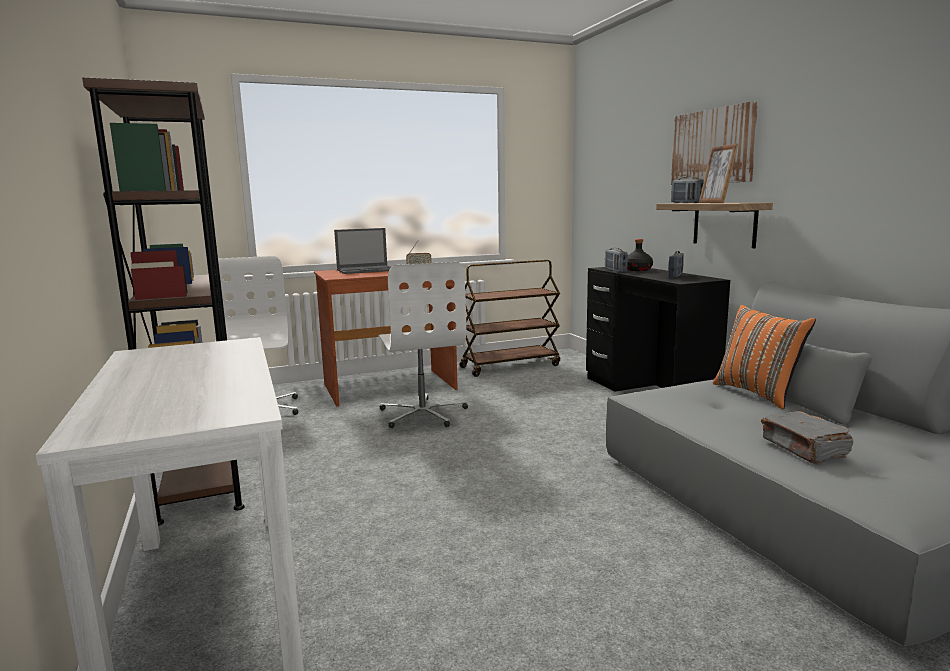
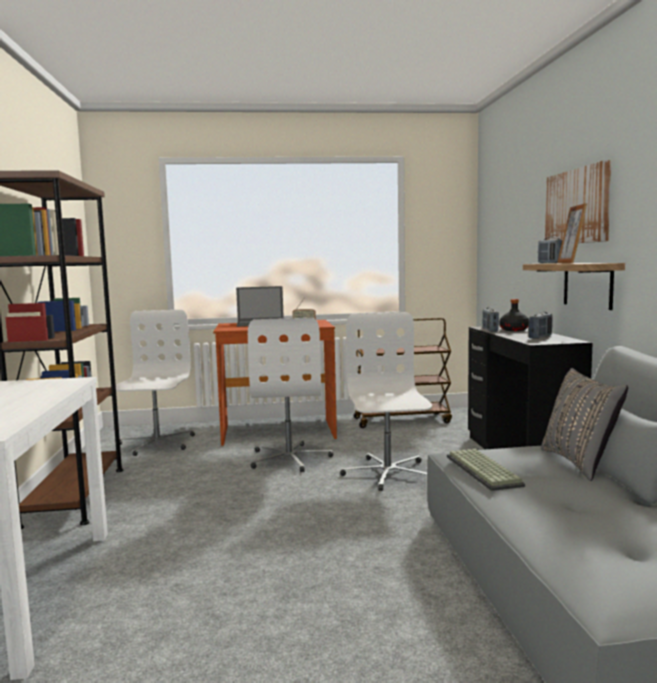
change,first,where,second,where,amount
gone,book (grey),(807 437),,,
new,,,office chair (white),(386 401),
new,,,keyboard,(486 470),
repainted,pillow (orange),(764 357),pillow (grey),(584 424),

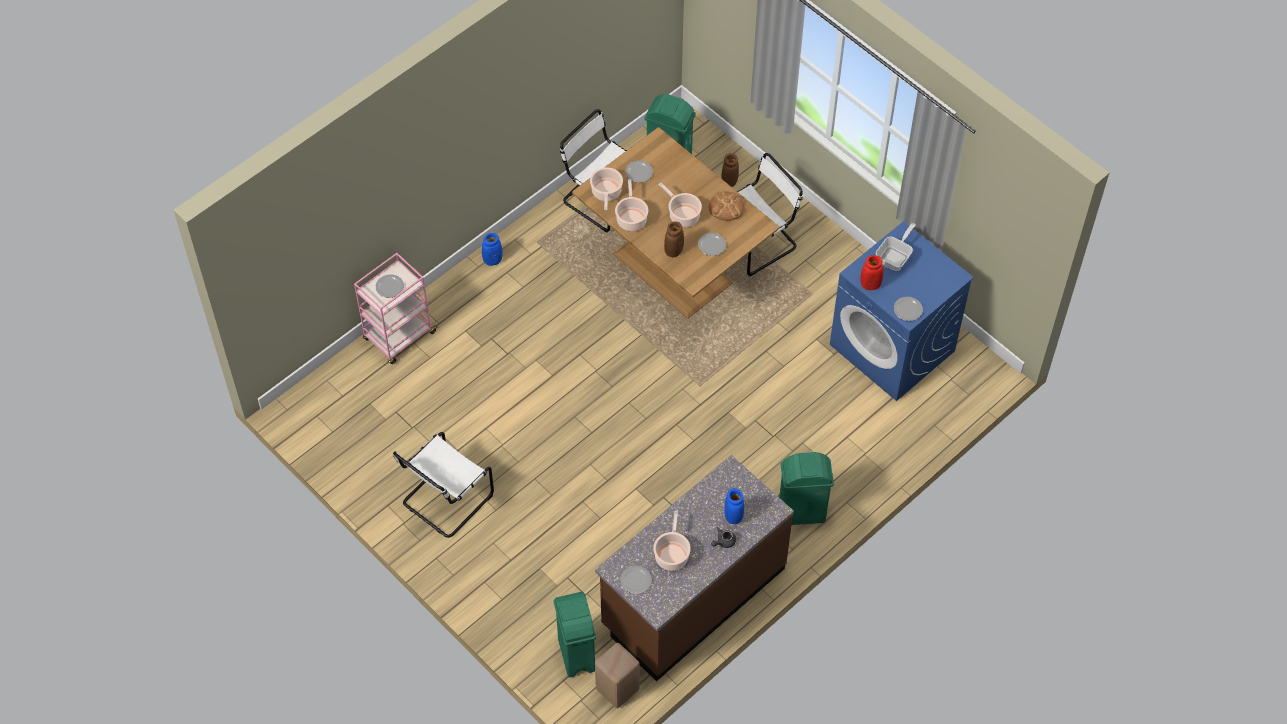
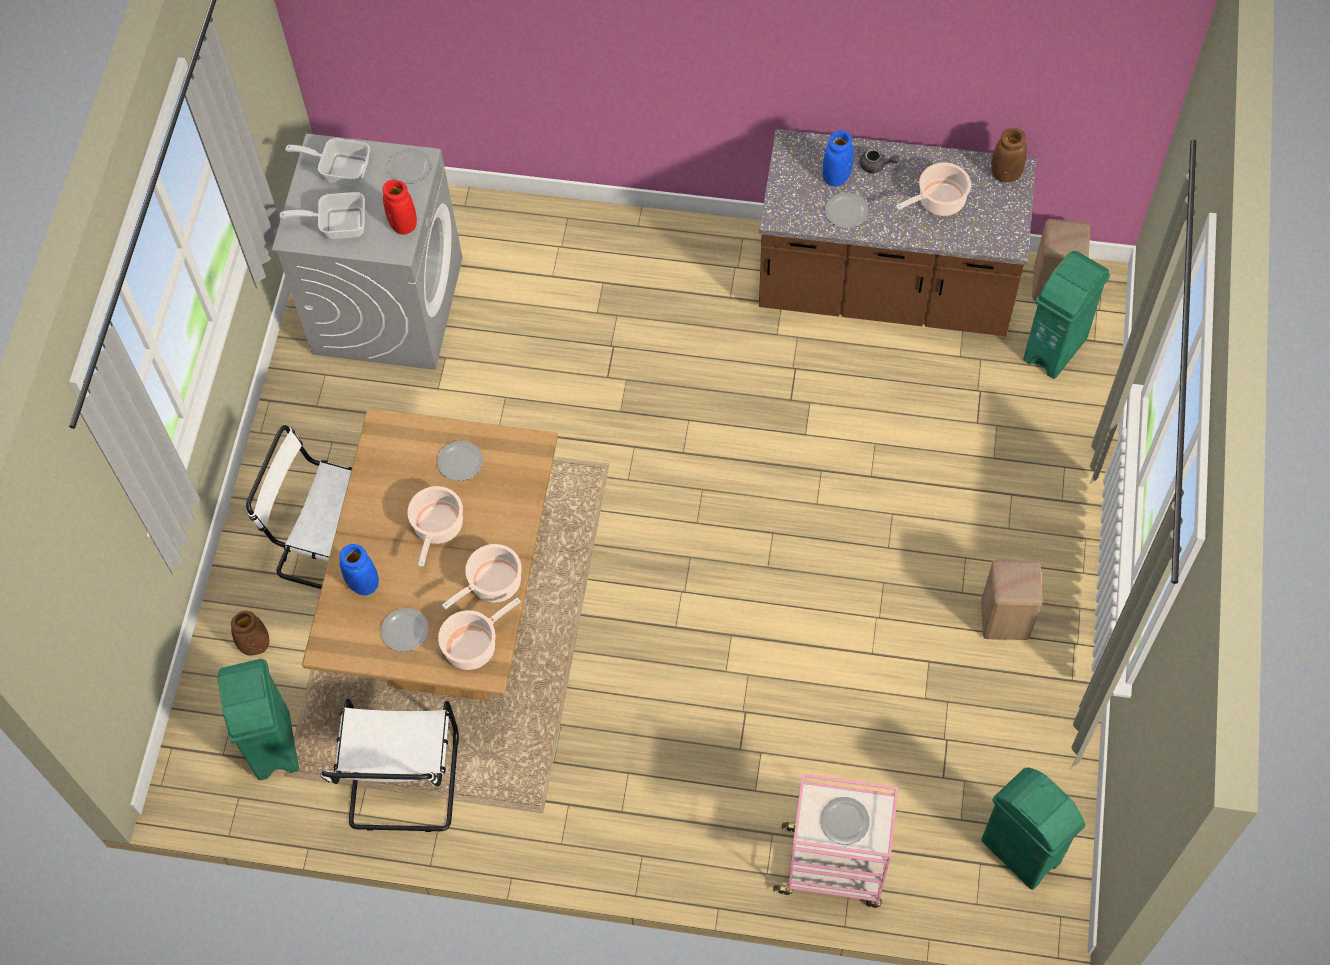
change,first,where,second,where,amount
gone,bread,(726 206),,,
new,,,frying pan,(327 162),
shifted,vase (blue),(492 249),,(359 569),
shifted,plate,(636 580),,(846 210),
shifted,vase (brown),(674 239),,(1009 155),
shifted,trash can (green),(806 488),,(1033 828),
swapped,chair (white),(443 485),stool (beige),(1012 600),
repainted,washing machine (blue),(902 311),washing machine (grey),(367 252),

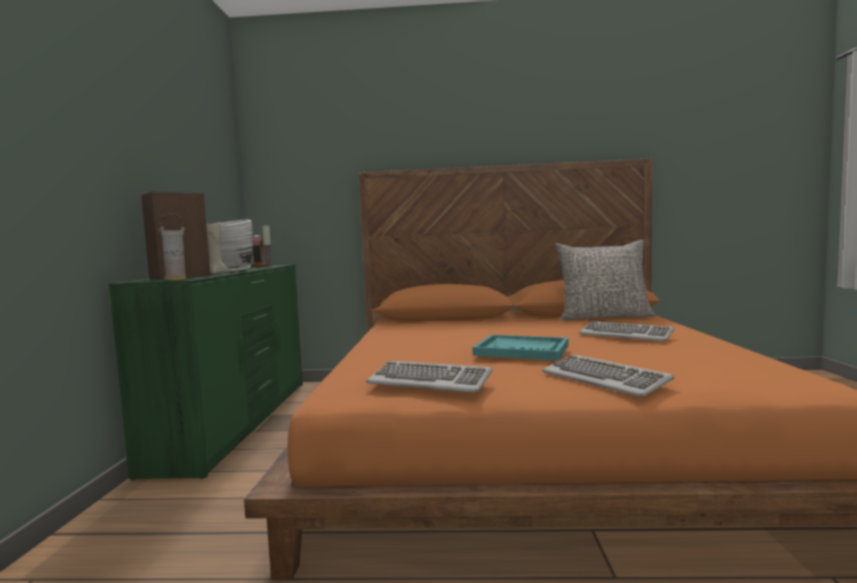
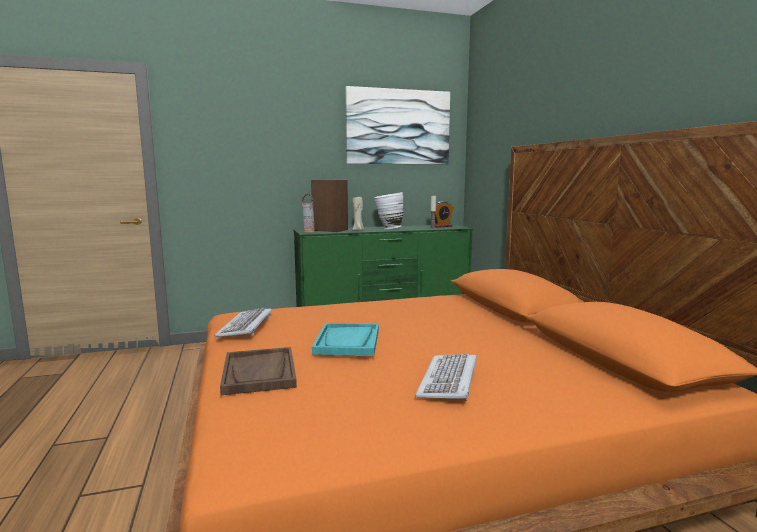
change,first,where,second,where,amount
gone,pillow (grey),(605 280),,,
new,,,picture,(397 125),
swapped,keyboard,(608 376),tray (brown),(258 371),

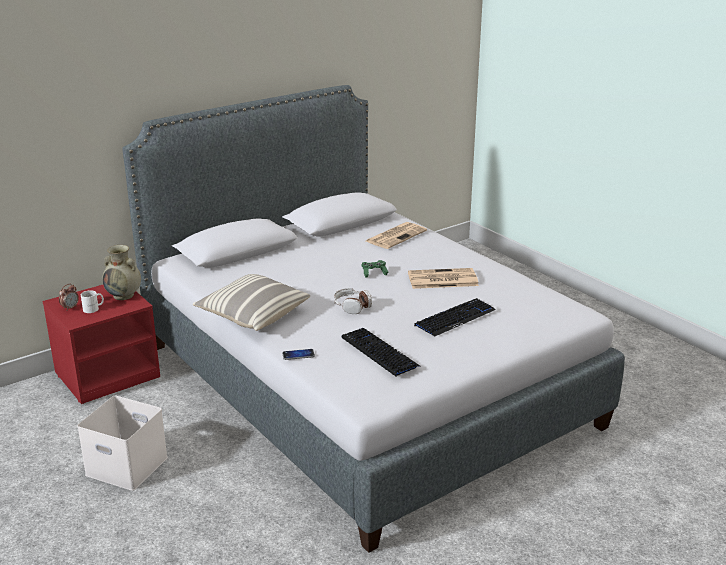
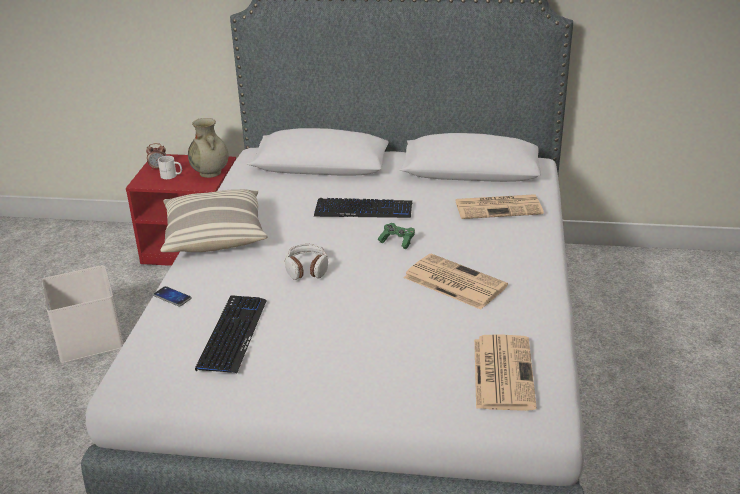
change,first,where,second,where,amount
new,,,newspaper,(505 372),
shifted,keyboard,(454 317),,(363 208),

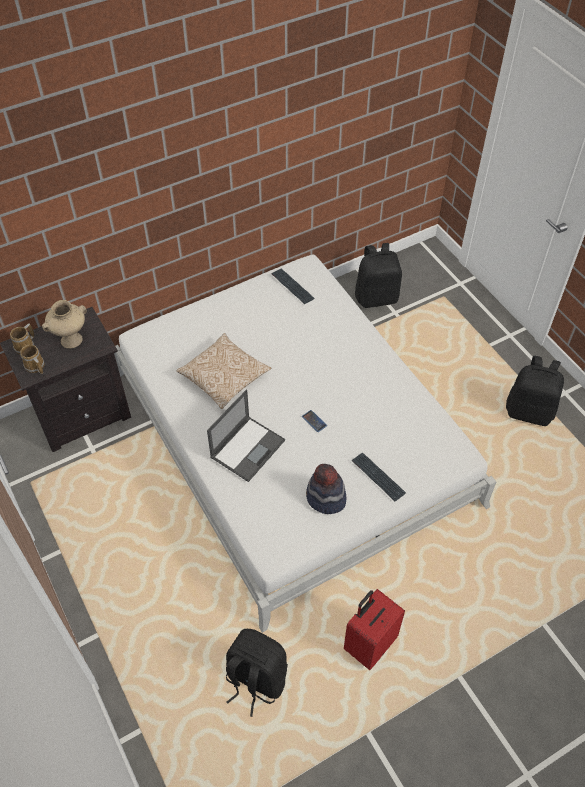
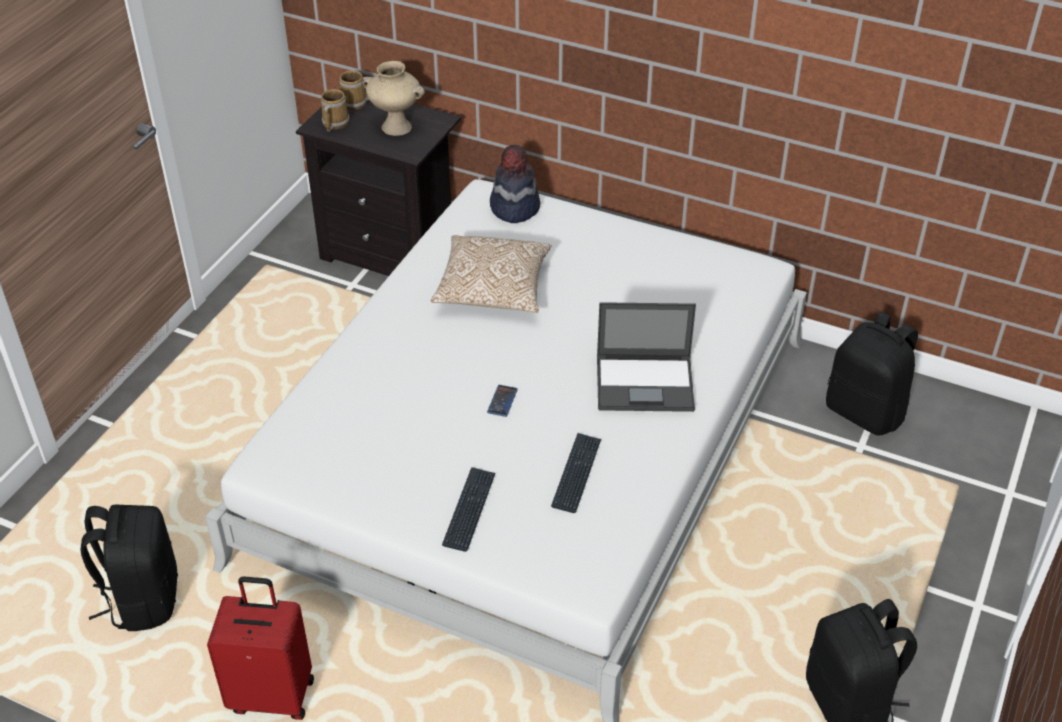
change,first,where,second,where,amount
shifted,laptop,(246 435),,(646 357),
shifted,keyboard,(292 286),,(576 473),
shifted,hat,(326 489),,(515 184),

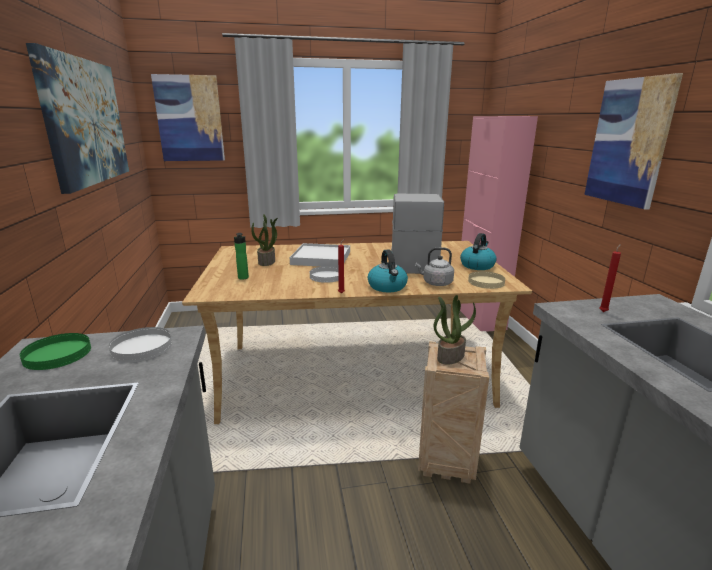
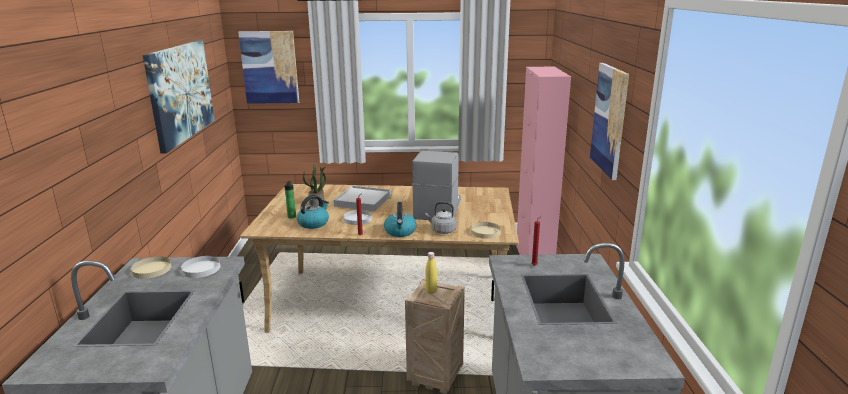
change,first,where,second,where,amount
shifted,kettle,(478 251),,(313 212),
swapped,potted plant,(455 330),bottle (yellow),(431 273),
repainted,plate (green),(55 351),plate (beige),(151 267),

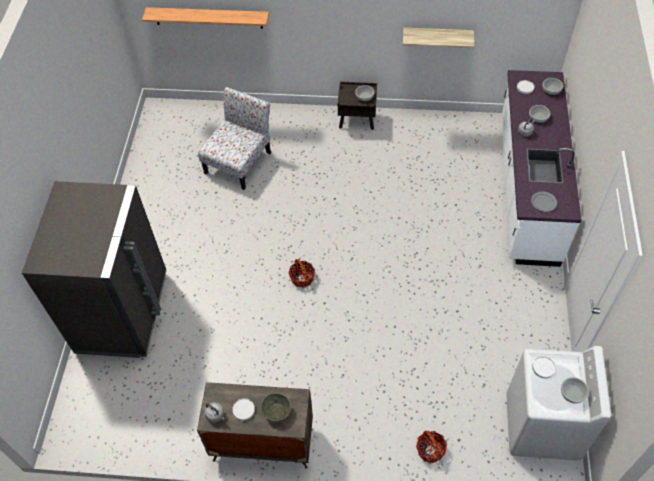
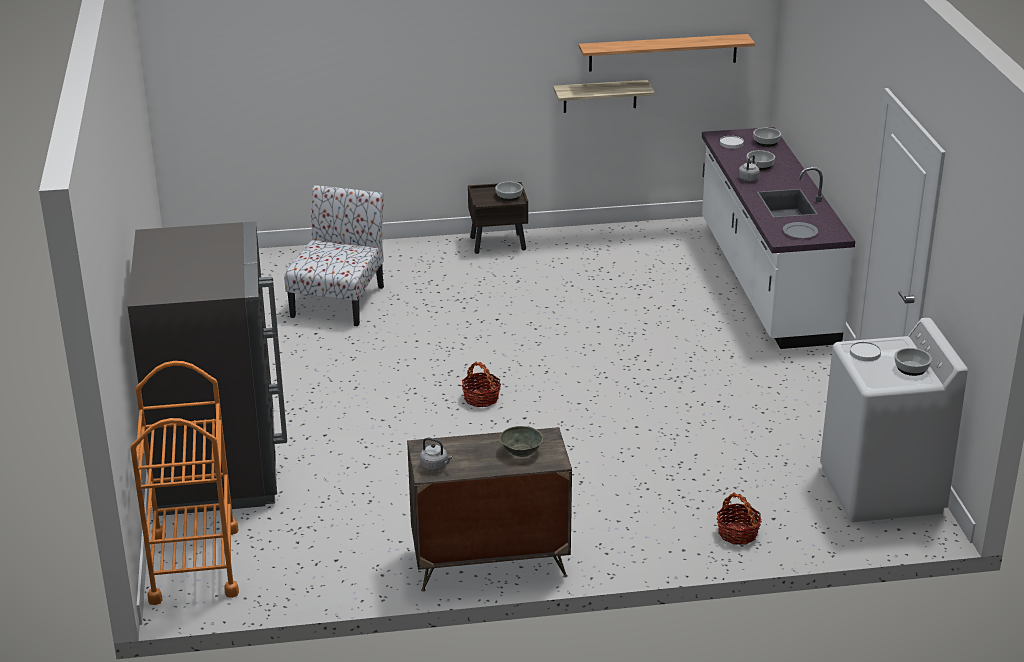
change,first,where,second,where,amount
gone,plate (white),(243 409),,,
new,,,cart (orange),(184 483),
shifted,shelf,(205 18),,(667 52),

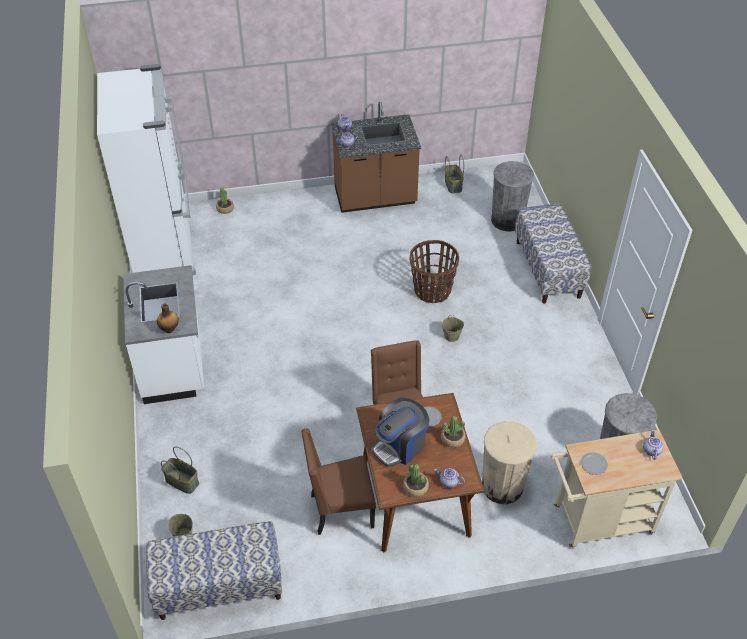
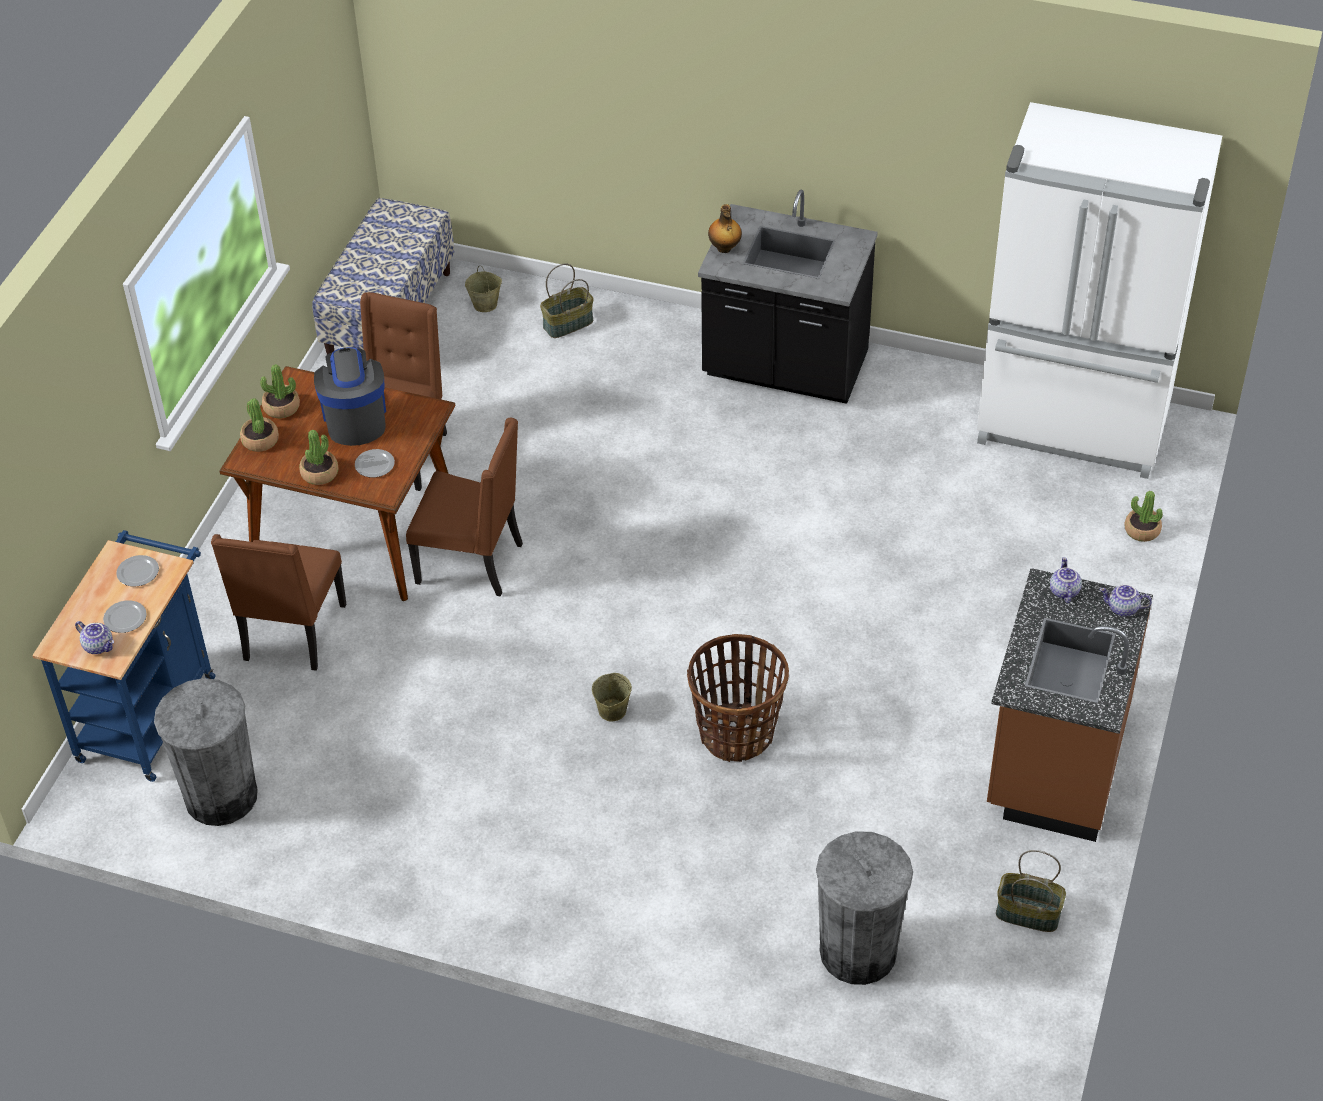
change,first,where,second,where,amount
gone,bench,(553 253),,,
new,,,plate,(125 616),
swapped,teapot,(449 478),potted plant,(259 425),
swapped,trash can (beige),(509 462),chair (brown),(278 602),
repainted,counter (white),(163 334),counter (black),(788 297),
repainted,cart (beige),(617 489),cart (blue),(124 656),

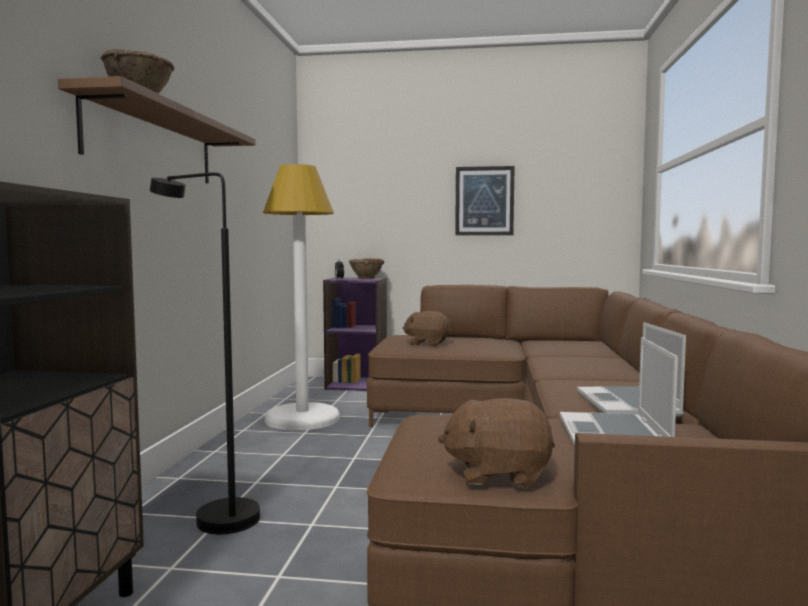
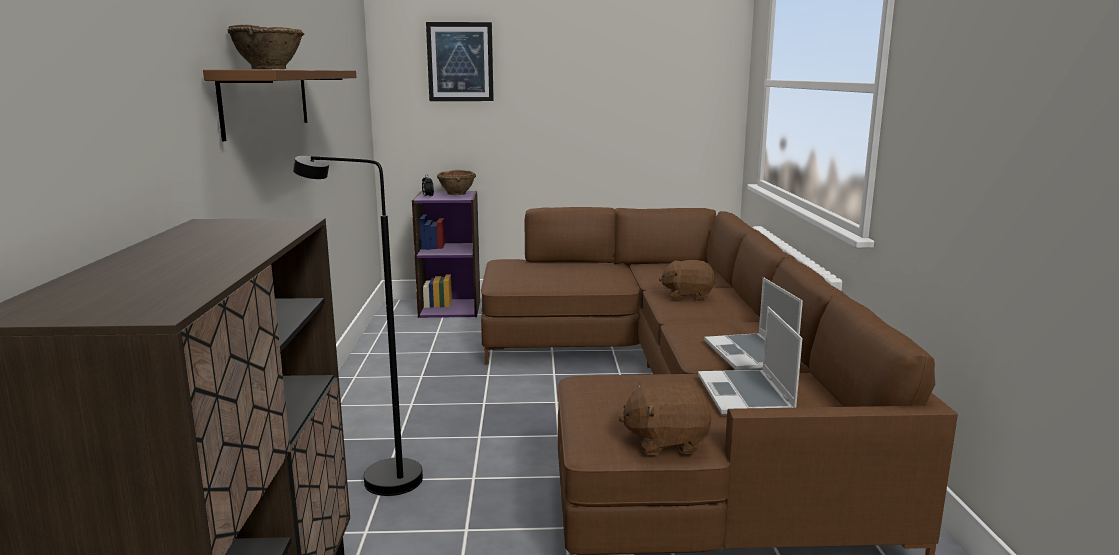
change,first,where,second,where,amount
gone,floor lamp (white),(301 297),,,
shifted,plush toy (brown),(426 328),,(687 280),
shifted,picture,(485 200),,(460 61),

